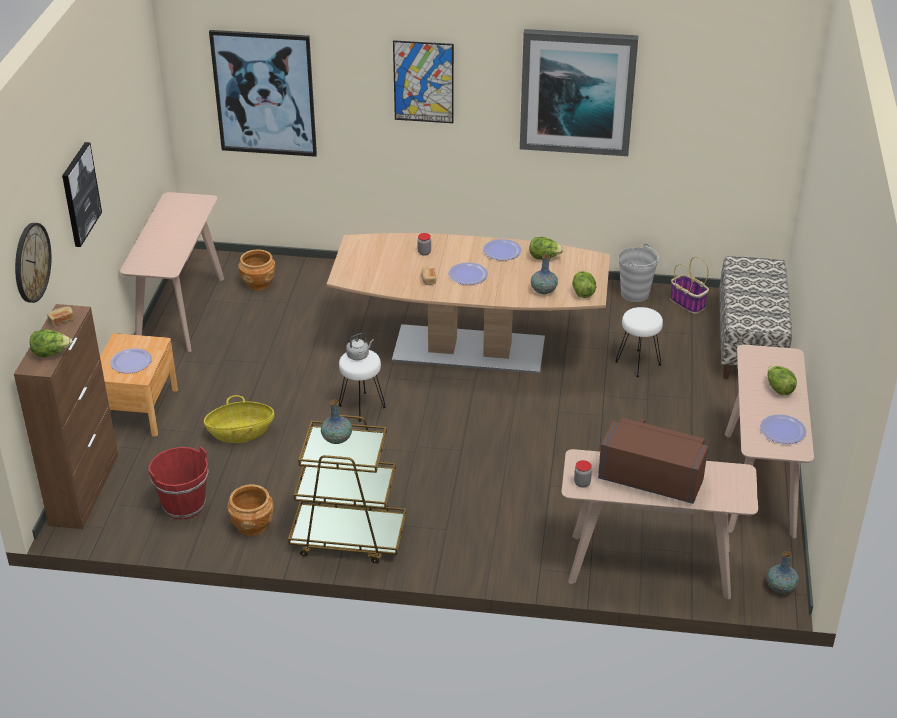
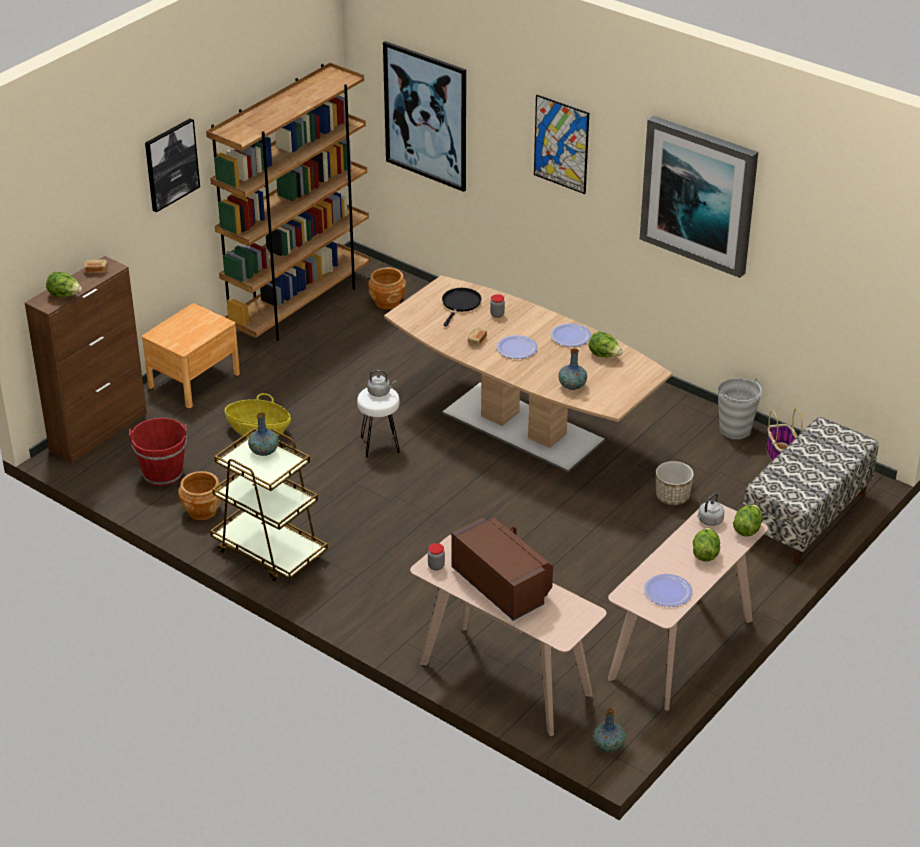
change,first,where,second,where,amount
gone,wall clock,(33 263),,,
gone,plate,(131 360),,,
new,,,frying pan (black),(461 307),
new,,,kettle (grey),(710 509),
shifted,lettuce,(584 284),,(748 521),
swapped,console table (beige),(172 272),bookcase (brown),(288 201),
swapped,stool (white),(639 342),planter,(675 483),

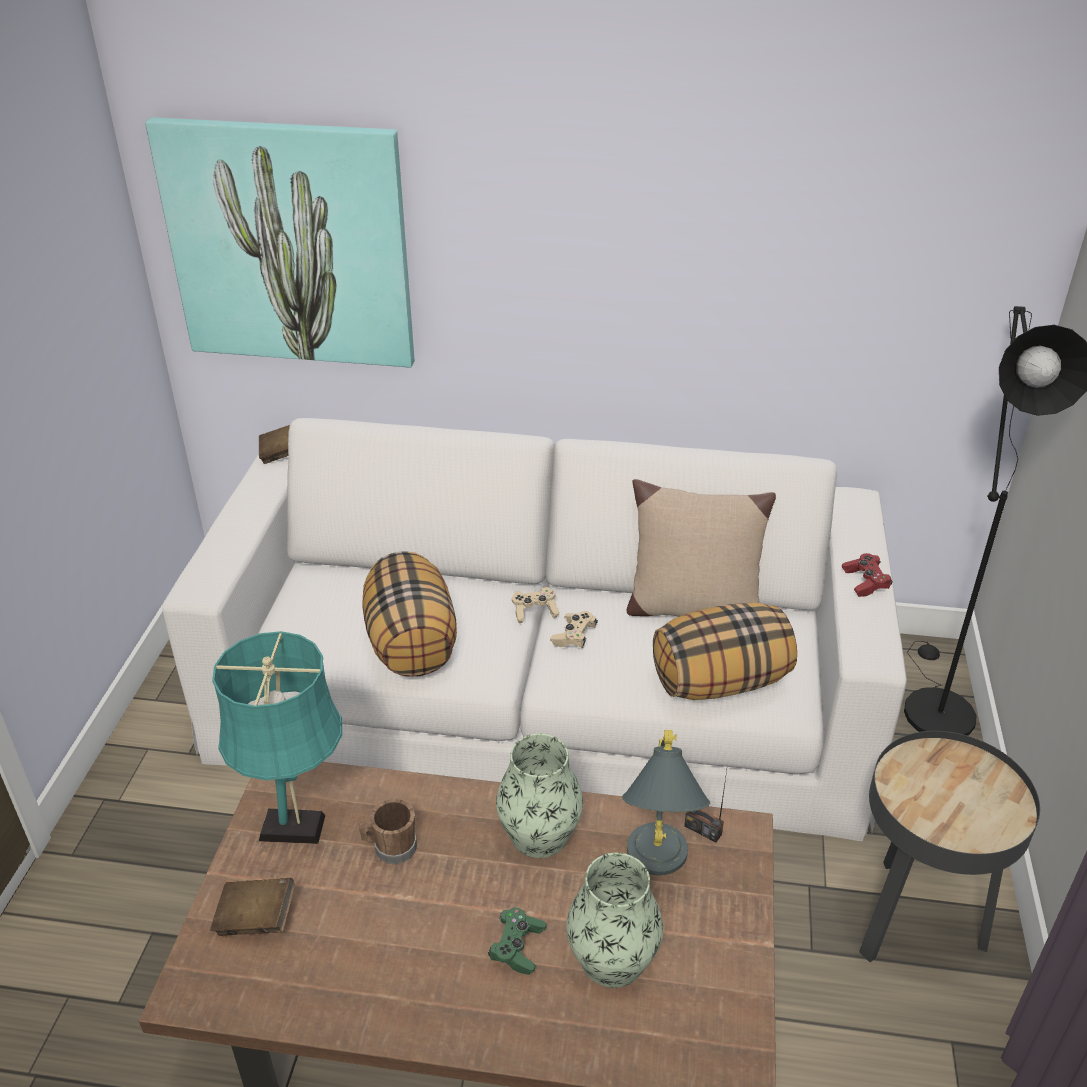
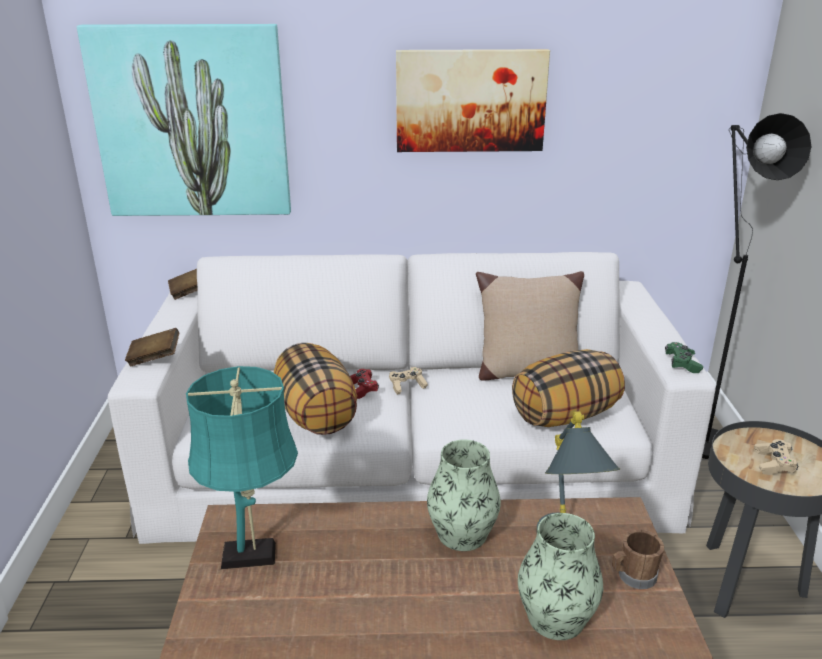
change,first,where,second,where,amount
gone,radio,(705 806),,,
new,,,picture,(473 100),
shifted,book (brown),(252 907),,(152 347),
shifted,mug (brown),(388 831),,(638 559),
shifted,game controller (green),(517 941),,(684 357),
shifted,game controller (beige),(574 629),,(776 457),
shifted,game controller (red),(867 575),,(364 384),

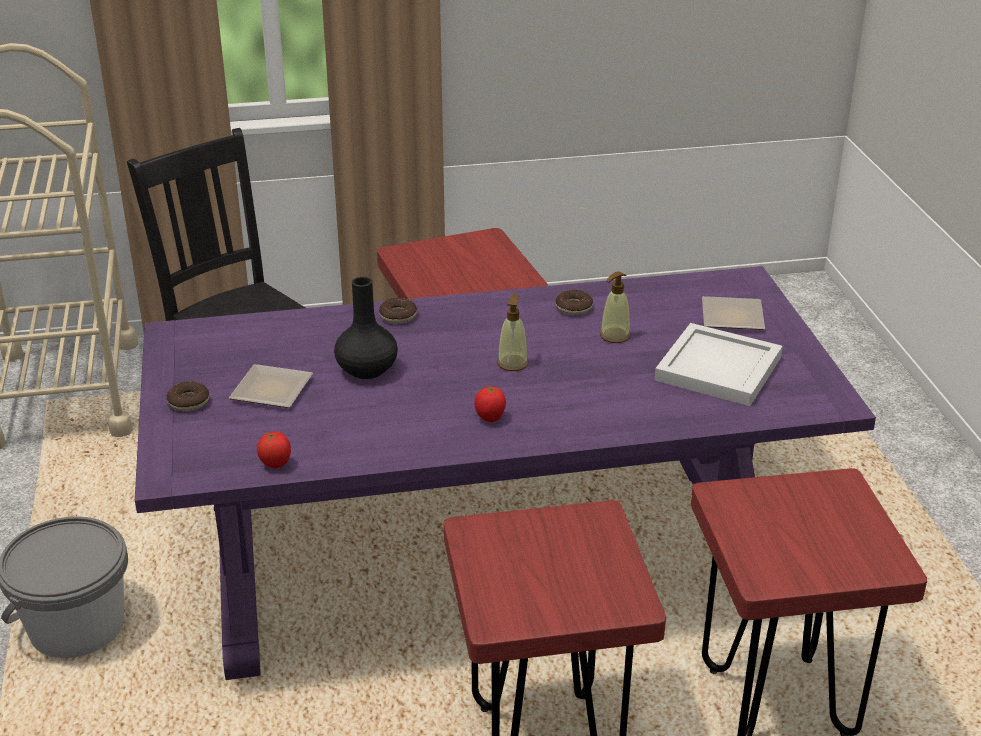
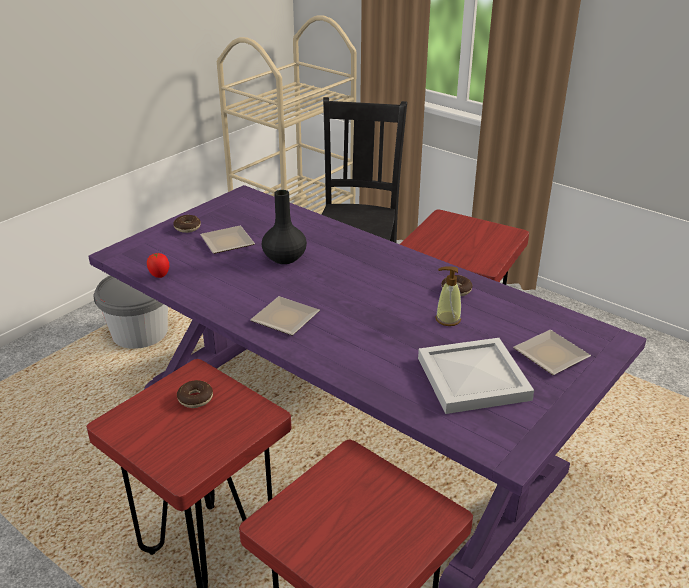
change,first,where,second,where,amount
gone,soap dispenser,(512 332),,,
shifted,donut,(398 311),,(195 394),
swapped,tomato,(490 404),plate,(285 315),

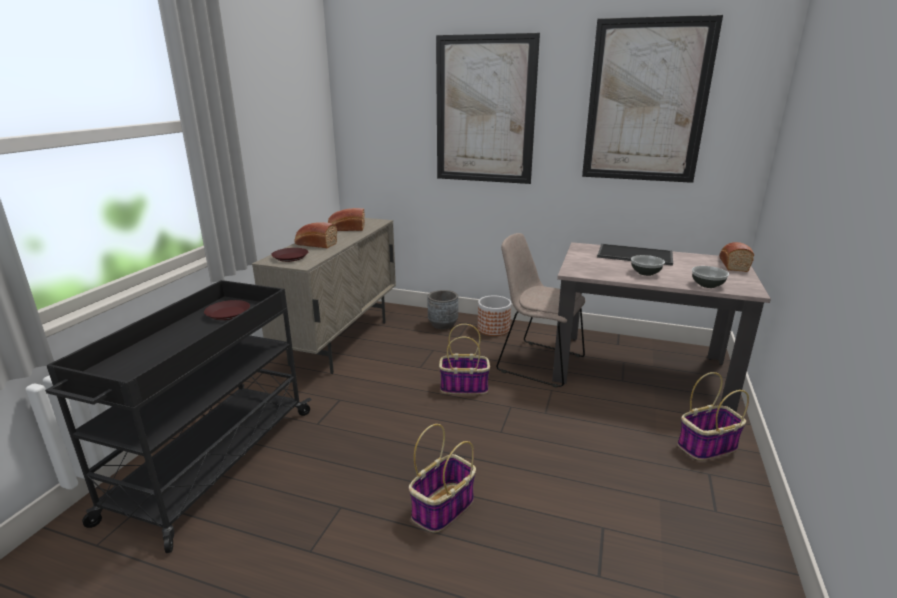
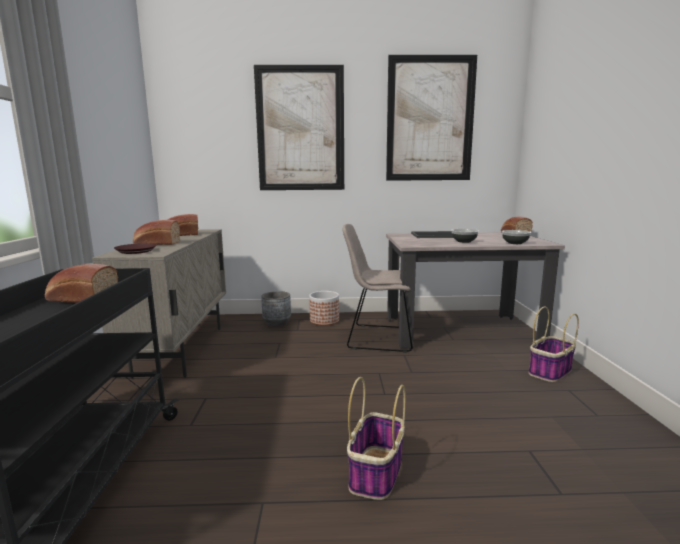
change,first,where,second,where,amount
gone,basket,(464 359),,,
swapped,plate (brown),(227 310),bread,(81 283),

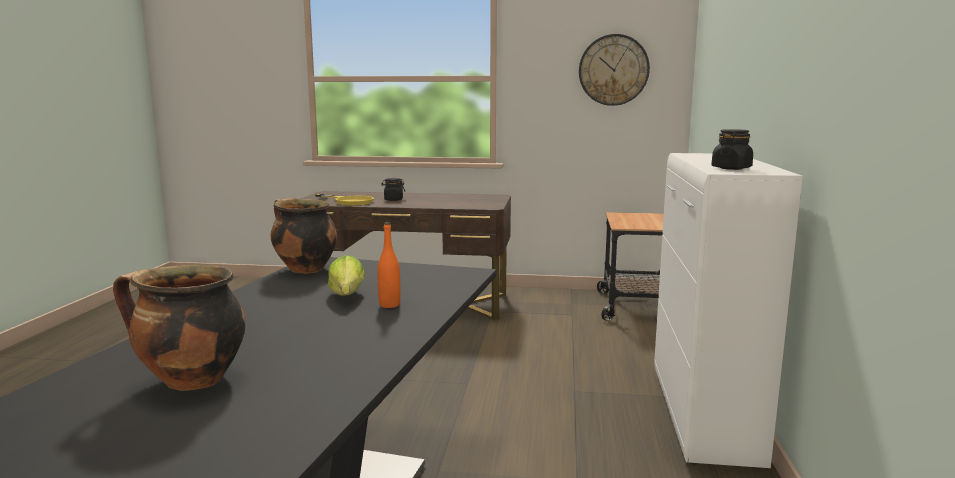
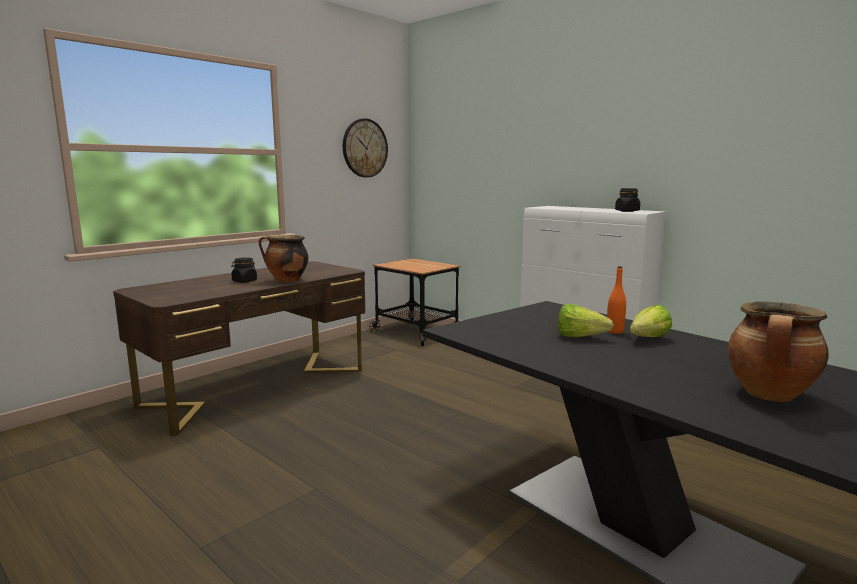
change,first,where,second,where,amount
gone,frying pan (yellow),(344 199),,,
new,,,lettuce,(651 321),
shifted,cooking pot,(304 235),,(283 258),

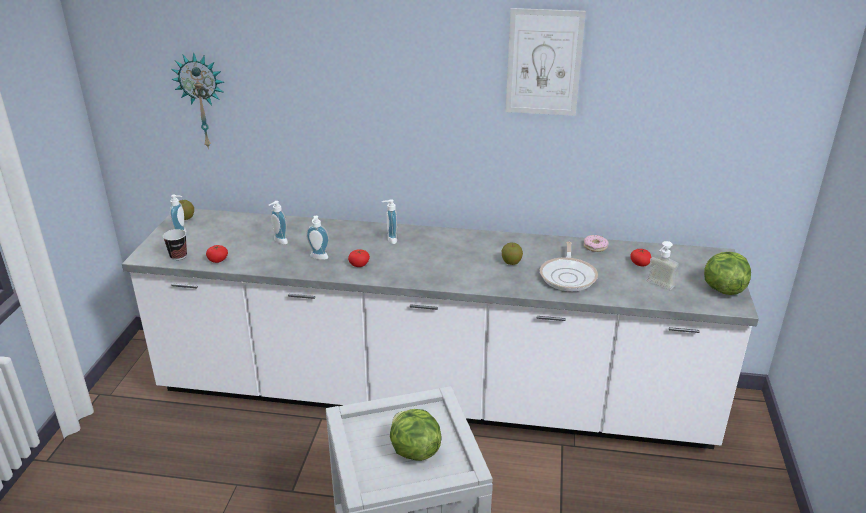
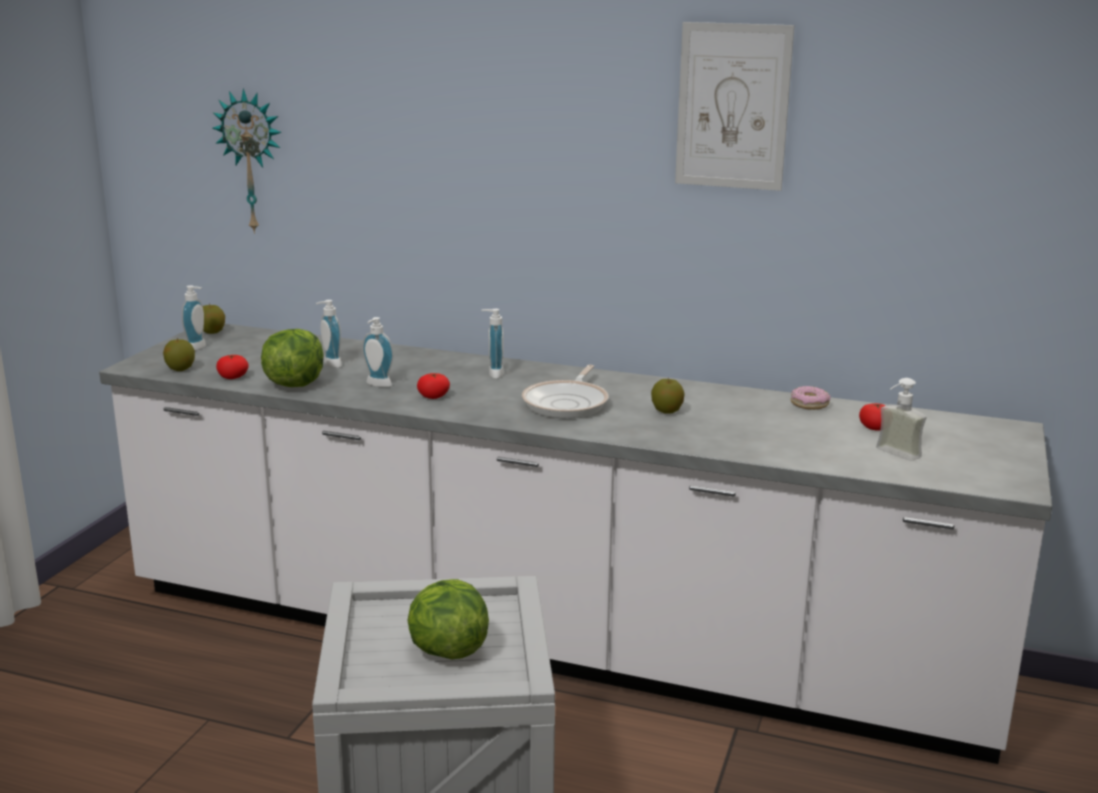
change,first,where,second,where,amount
shifted,frying pan,(569 266),,(565 391),
shifted,lettuce,(727 273),,(292 358),
swapped,cup,(175 244),apple,(179 354),

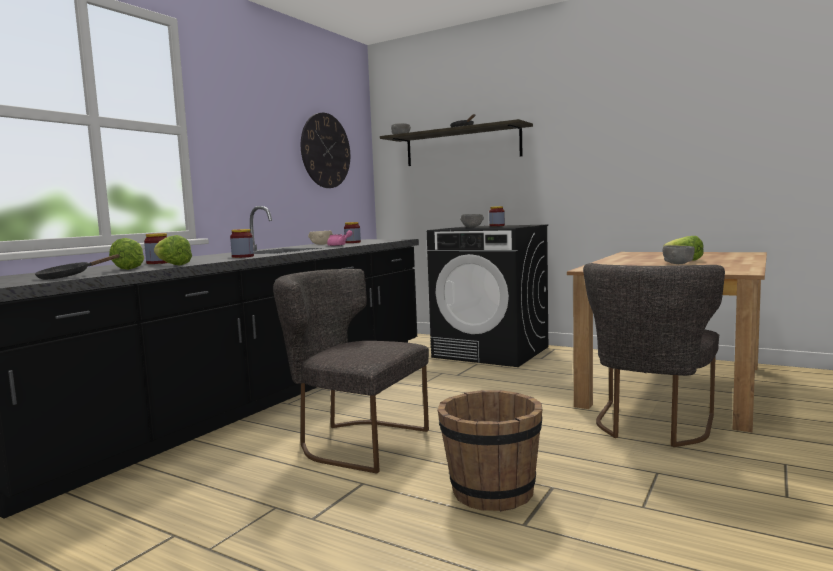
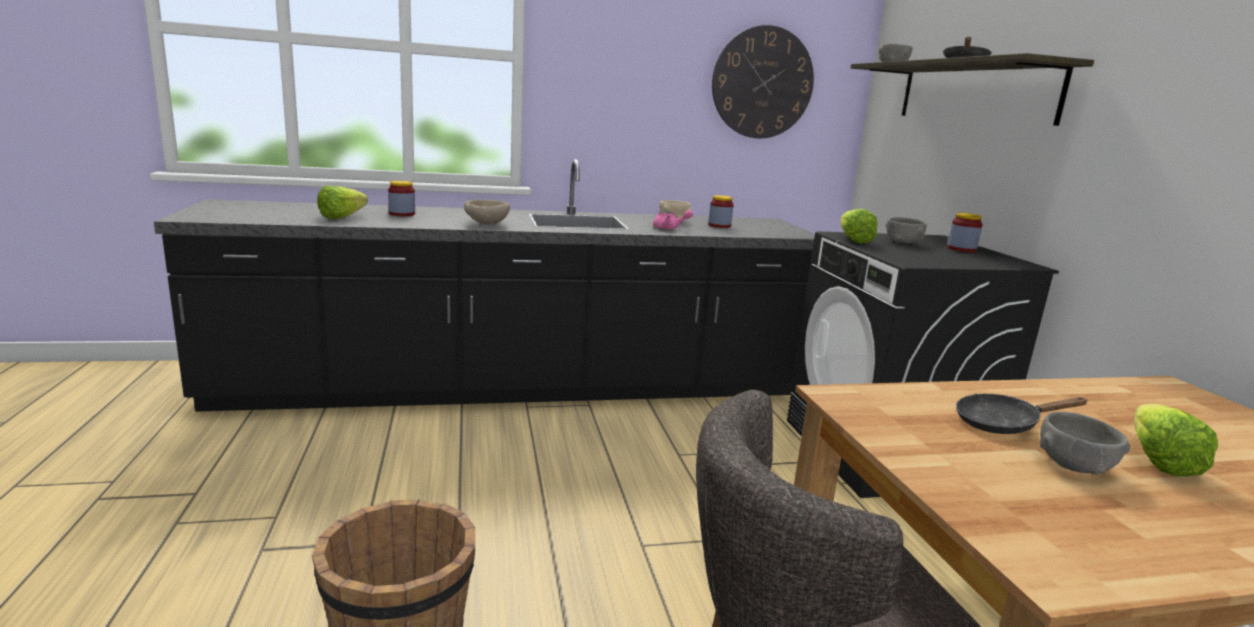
change,first,where,second,where,amount
gone,chair (grey),(351 371),,,
shifted,frying pan (black),(77 267),,(1022 414),
shifted,lettuce,(173 250),,(859 226),
swapped,jar,(242 243),bowl (beige),(487 212),

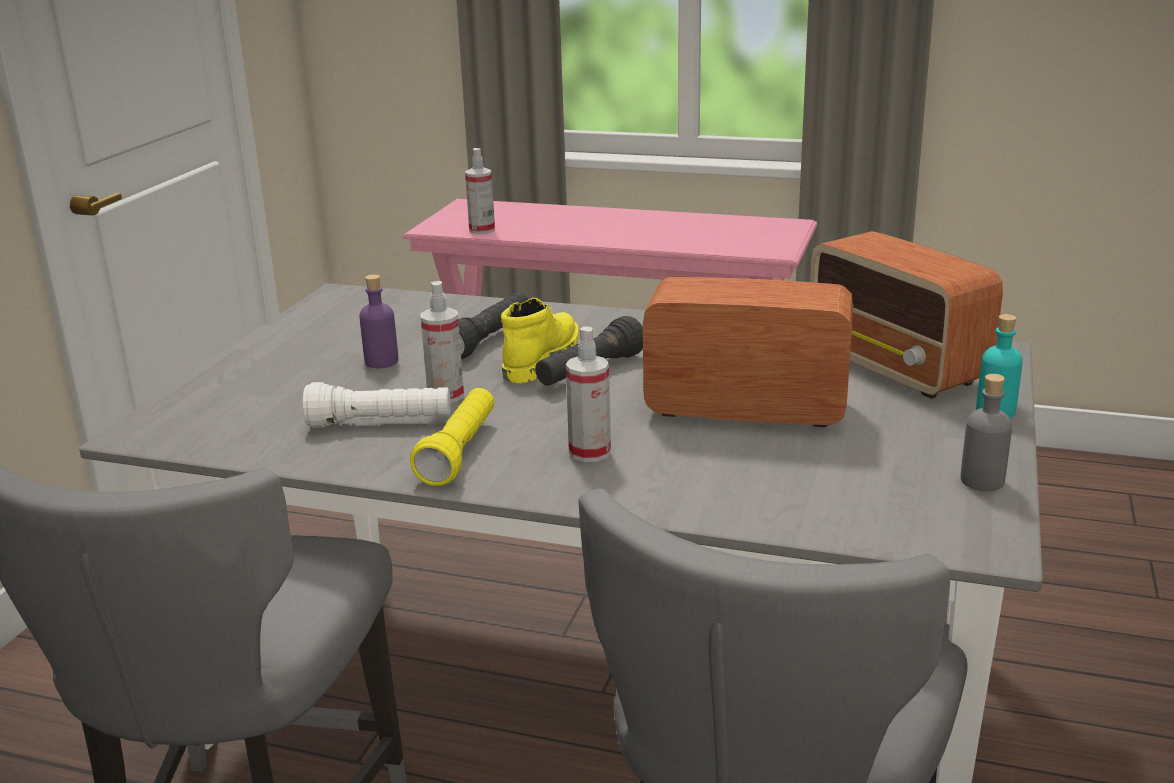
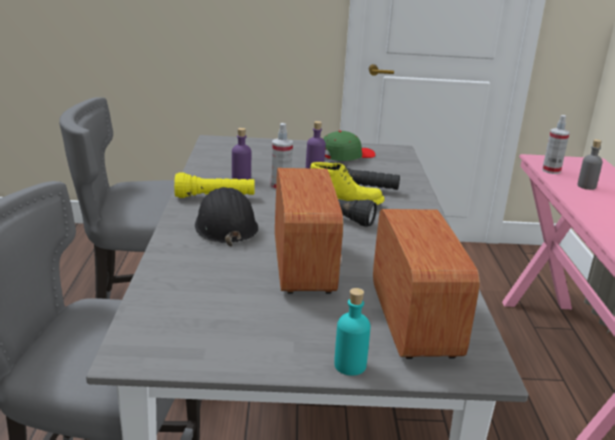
change,first,where,second,where,amount
new,,,cap (green),(349 146),
shifted,bottle (grey),(986 432),,(590 164),
swapped,flashlight (white),(377 405),bottle (purple),(241 154),
swapped,spray bottle,(588 394),hard hat (black),(226 216),
rotated,radio,(906 315),,(426 284),135 degrees clockwise

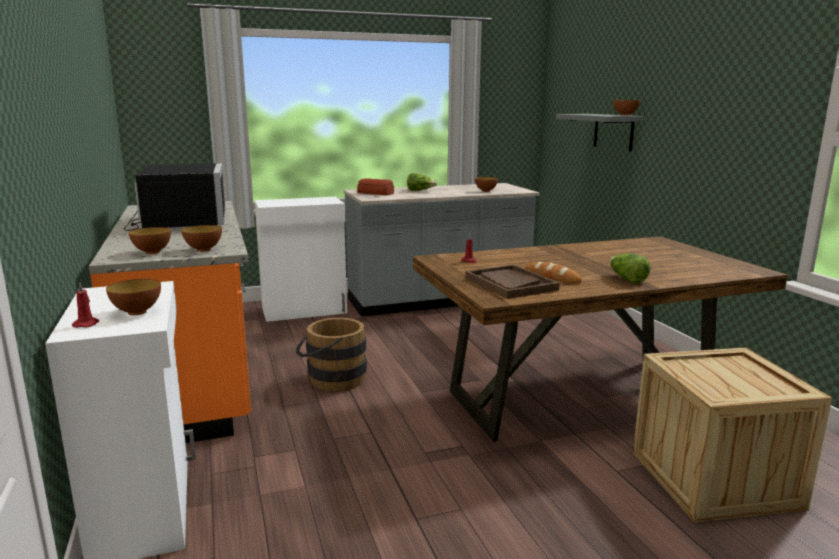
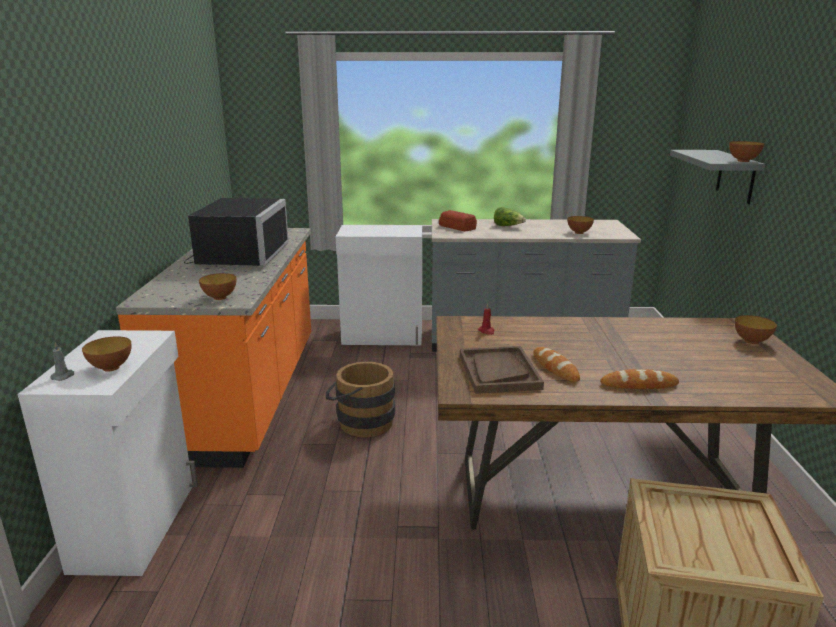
change,first,where,second,where,amount
shifted,bowl,(150 240),,(756 329),
swapped,lettuce,(630 269),bread,(639 379),
repainted,candle (red),(85 305),candle (grey),(62 361),

